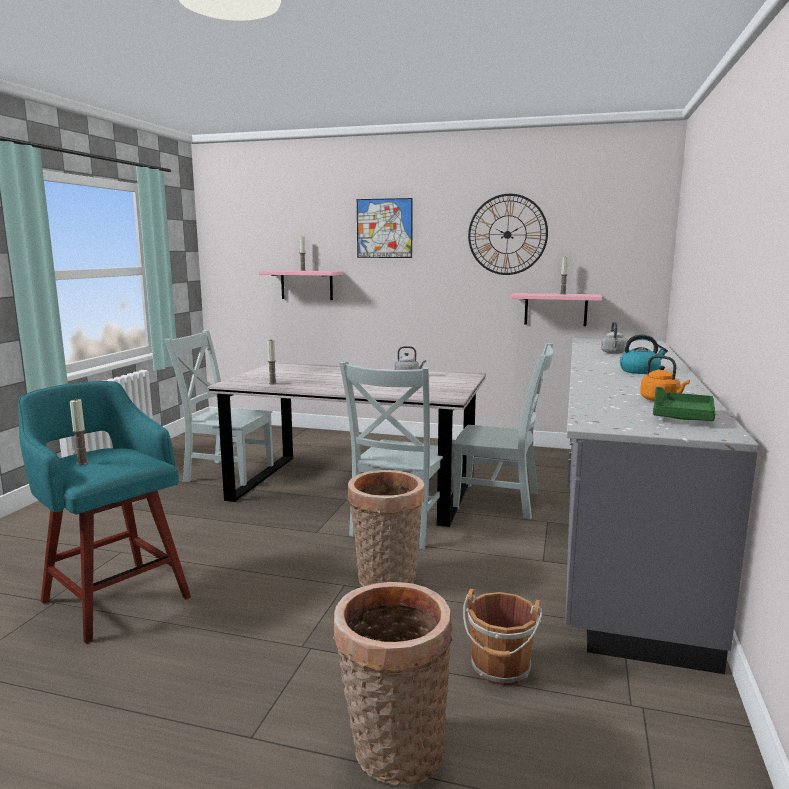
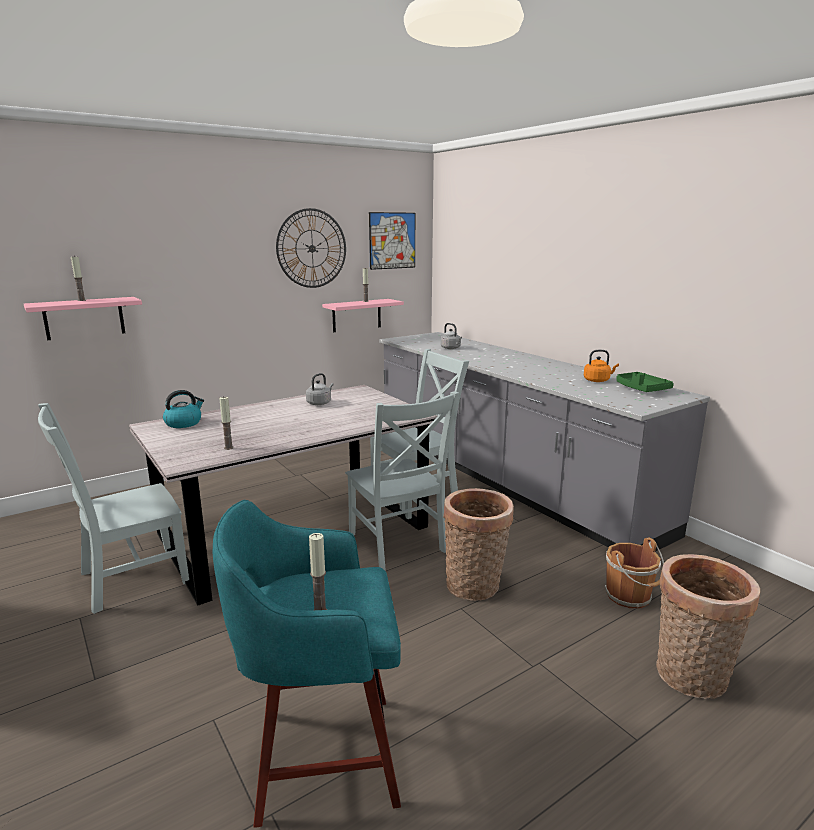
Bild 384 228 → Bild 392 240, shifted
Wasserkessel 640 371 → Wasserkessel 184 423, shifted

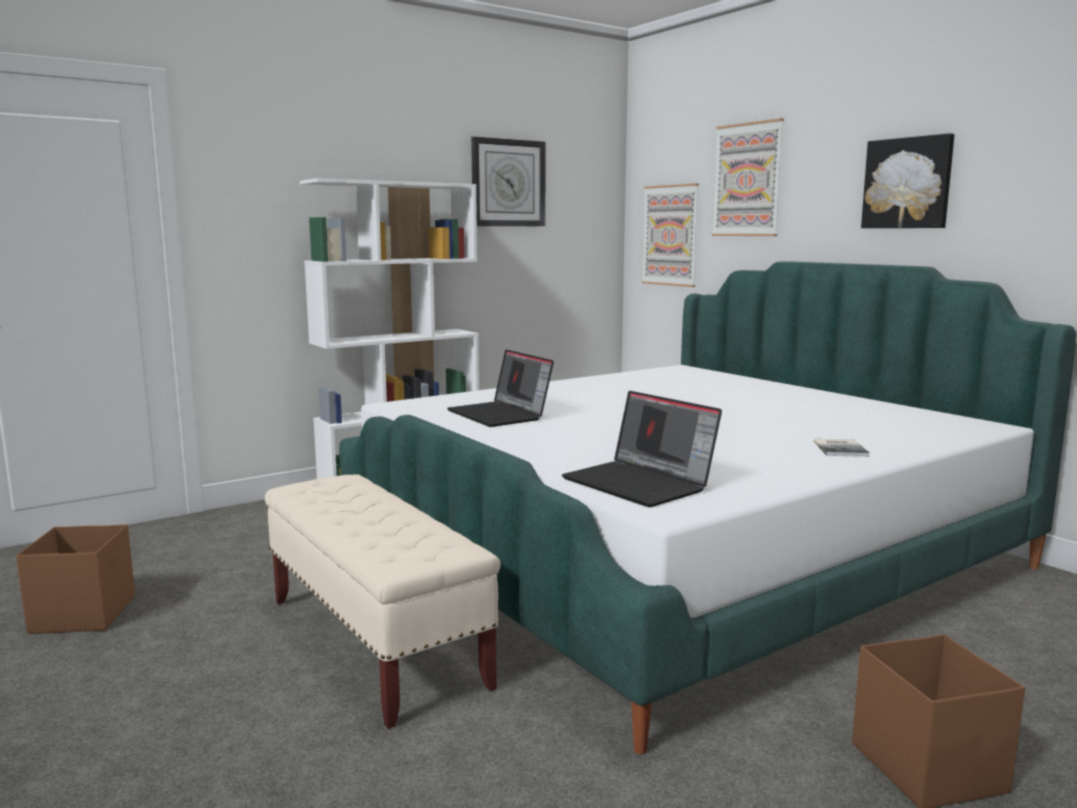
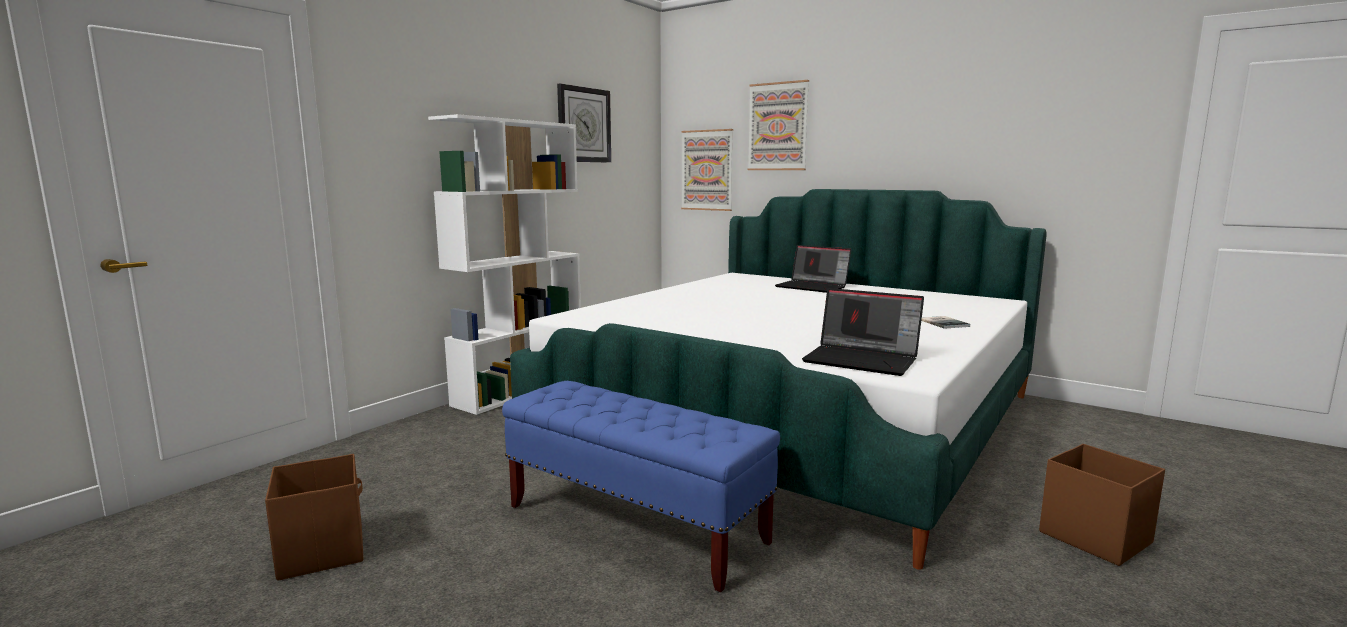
Bild 908 183 → -
Laptop 501 415 → Laptop 813 287, shifted
Bank/beige 375 642 → Bank/blau 635 525

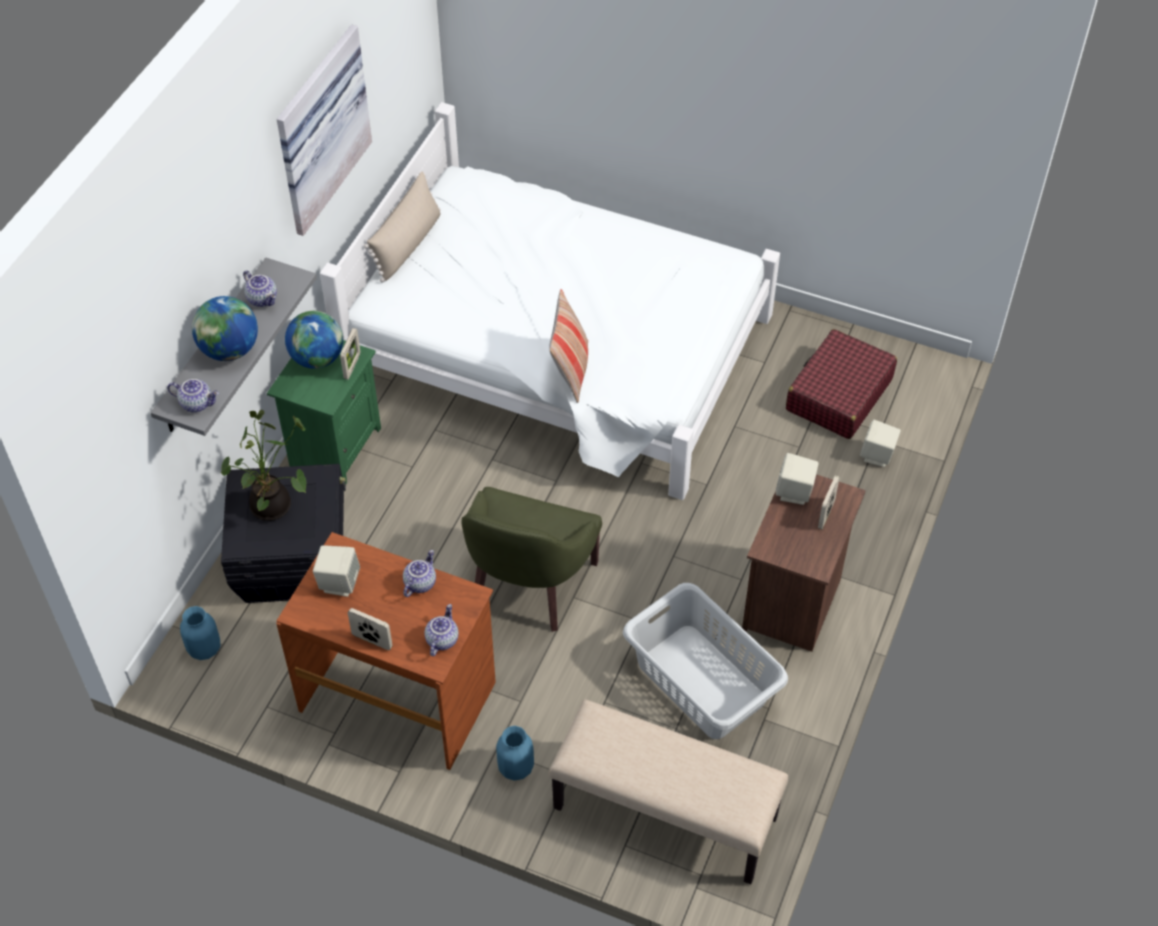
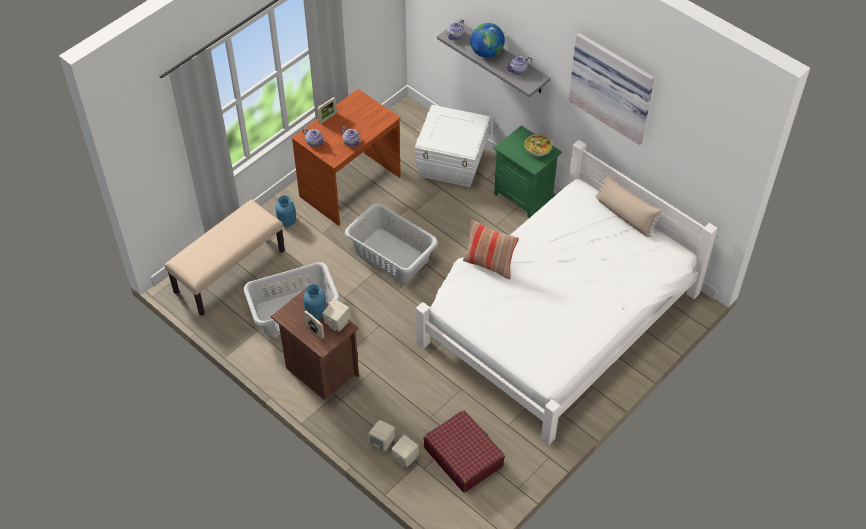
Globus 317 358 → Schüssel 538 149
Bilderrahmen 352 366 → -
Topfpflanze 274 507 → -
Aufbewahrungsbox/schwarz 294 561 → Aufbewahrungsbox/weiß 452 164
Sessel/grün 527 585 → Wäschekorb/grau 392 255
Lautsprecher/beige 339 582 → Lautsprecher/beige 382 442, shifted
Vase/blau 204 648 → Vase/blau 316 312, shifted

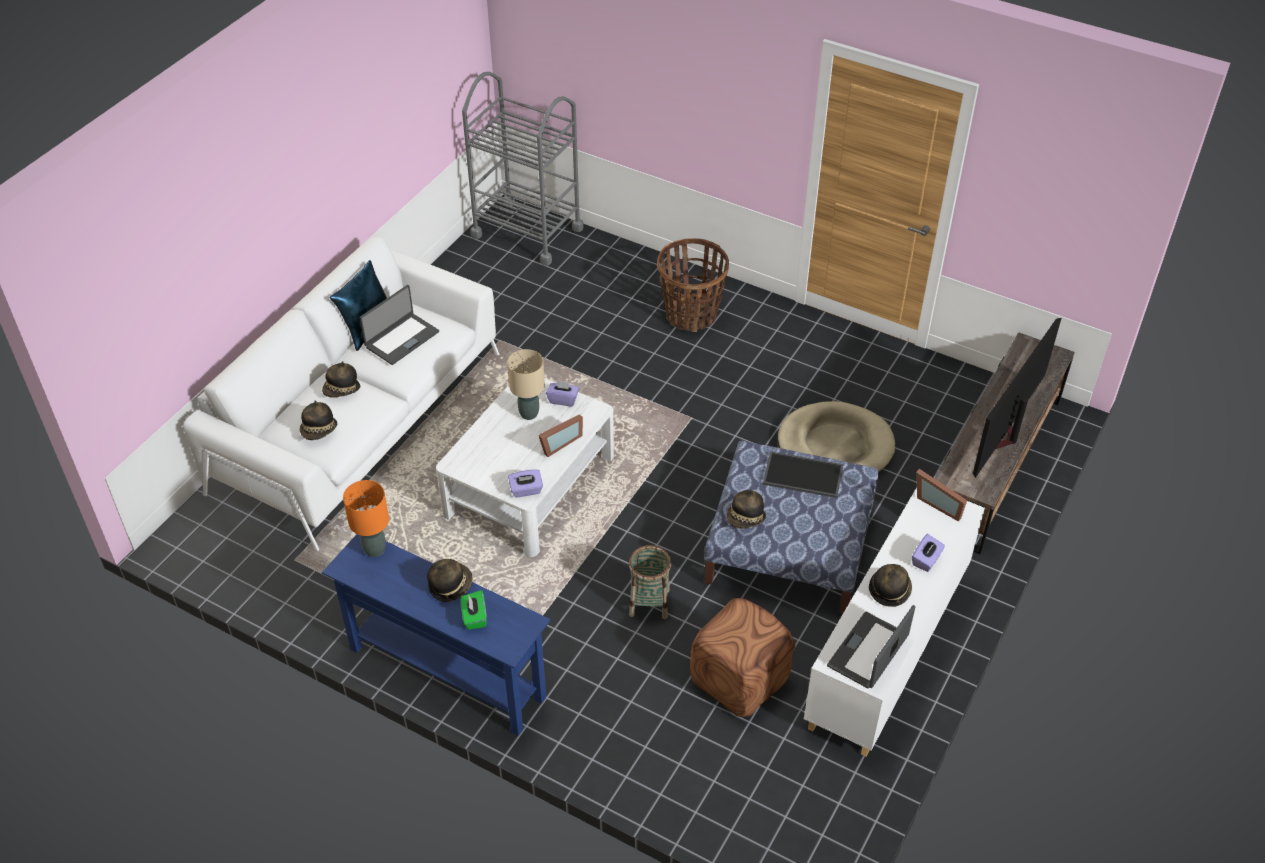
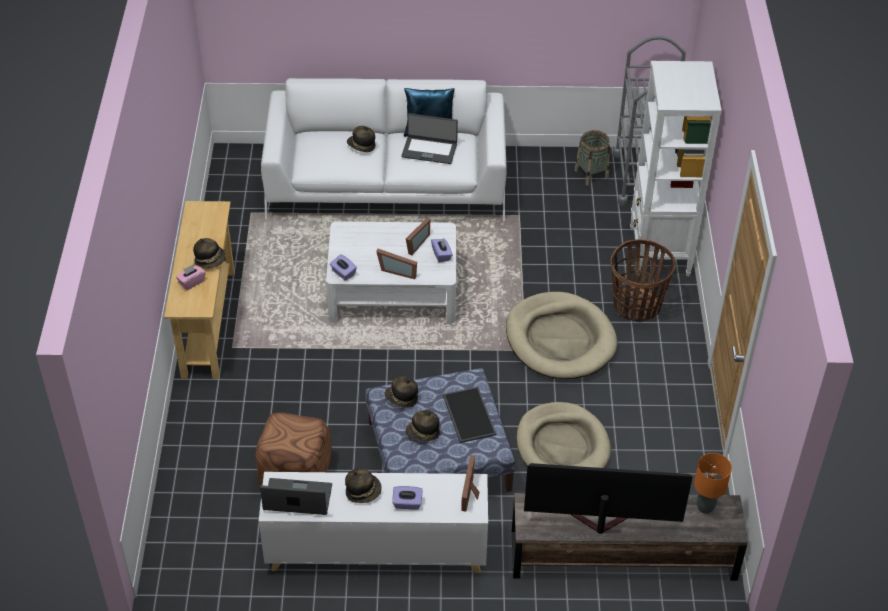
Tischlampe/beige 528 413 → Bilderrahmen 415 244
Hut 319 431 → Hut 423 433, shifted
Tischlampe/orange 374 549 → Tischlampe/orange 705 507, shifted
Konsolentisch/blau 446 673 → Konsolentisch/beige 208 323
Korb 649 602 → Korb 591 174, shifted
Taschentuchbox/grün 474 617 → Taschentuchbox/rosa 191 282
- → Bücherregal/weiß 659 252
- → Hundebett/beige 560 339

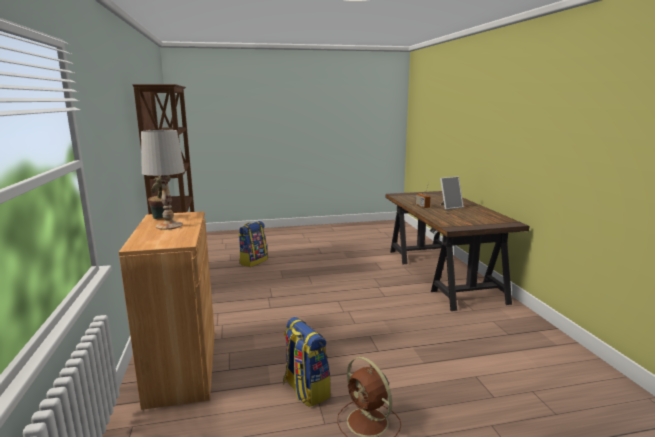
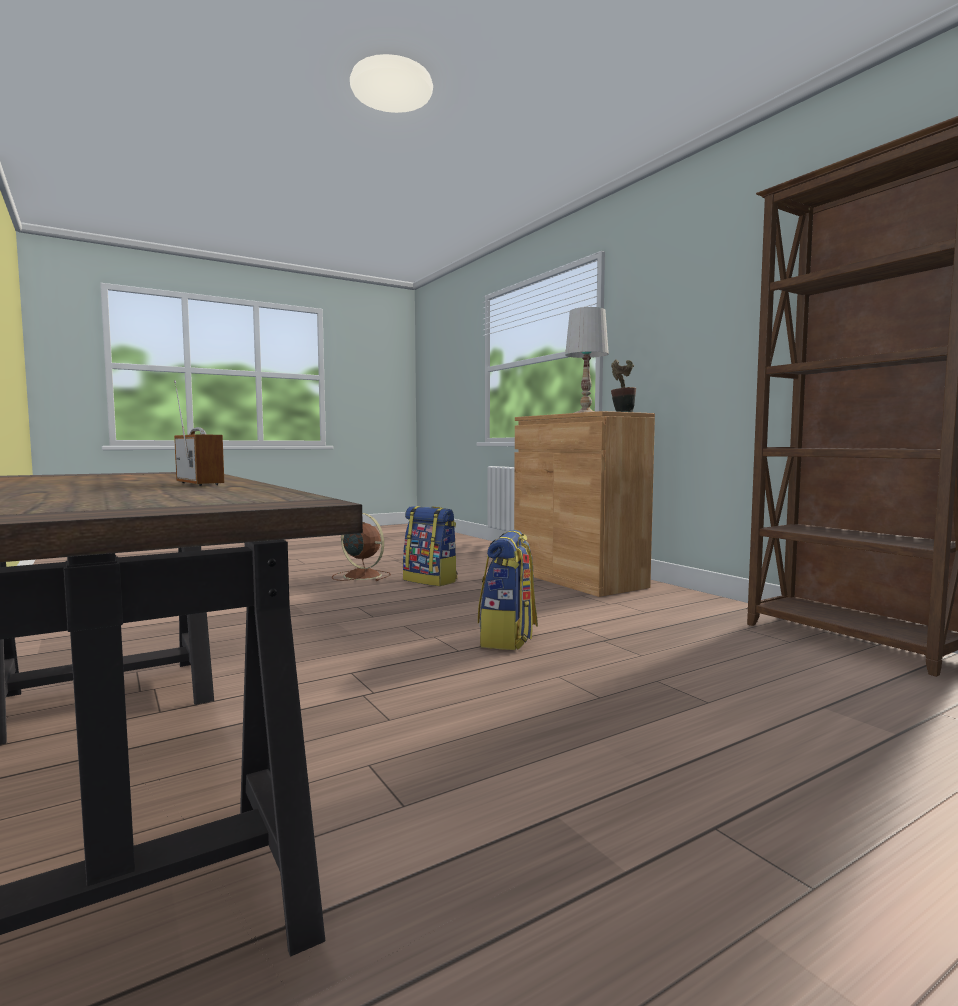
Bilderrahmen 450 207 → -
Rucksack 253 261 → Rucksack 508 639, shifted

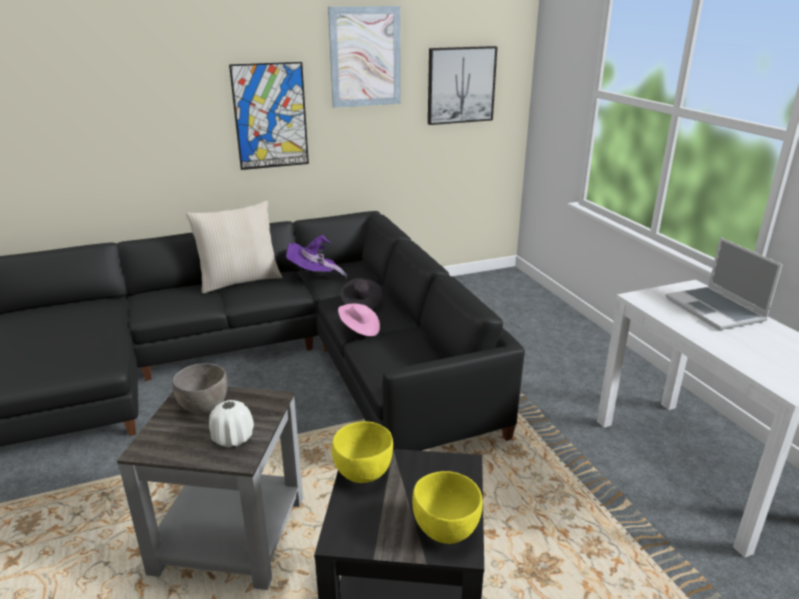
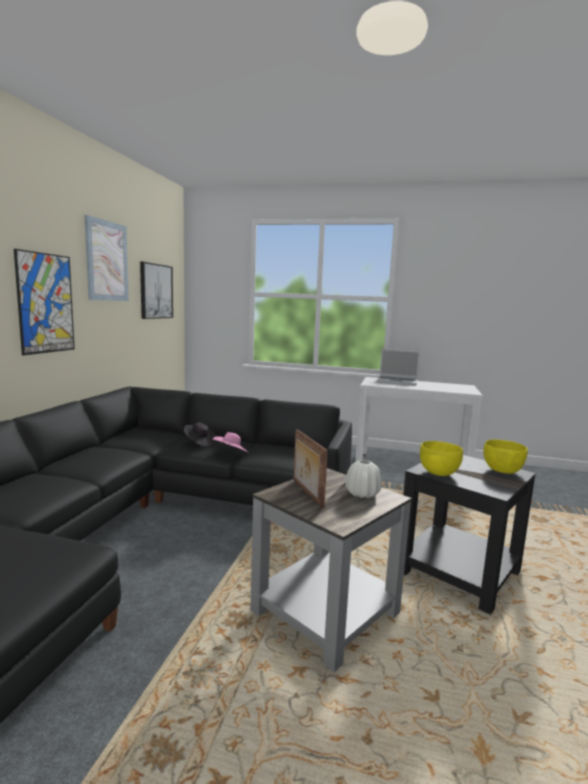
Kissen/beige 239 281 → -
Hut/lila 314 277 → -
Schüssel/grau 204 407 → Bilderrahmen 306 493

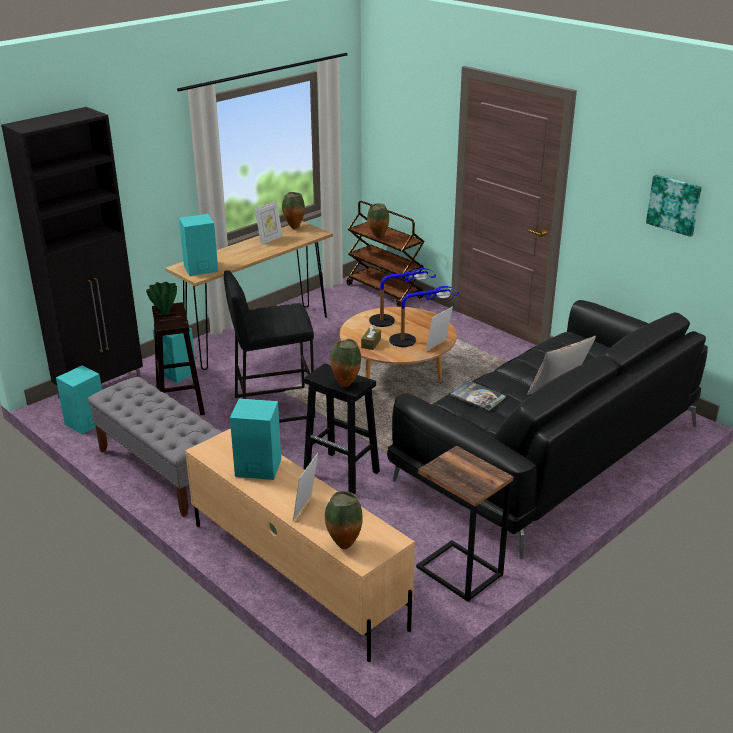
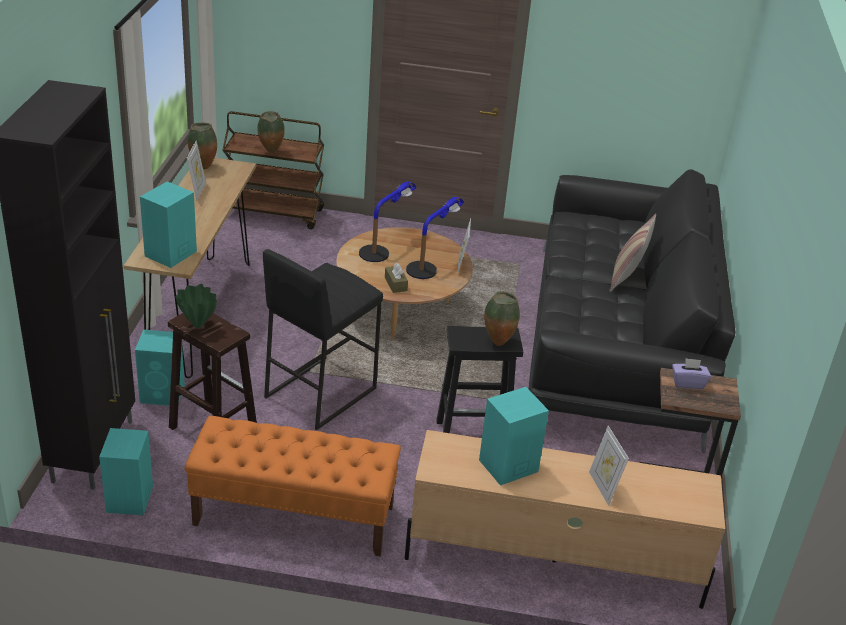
Bild 674 204 → -
Bank/grau 162 470 → Bank/orange 293 516
Buch 477 397 → -
Vase 343 545 → -
- → Taschentuchbox/lila 688 383

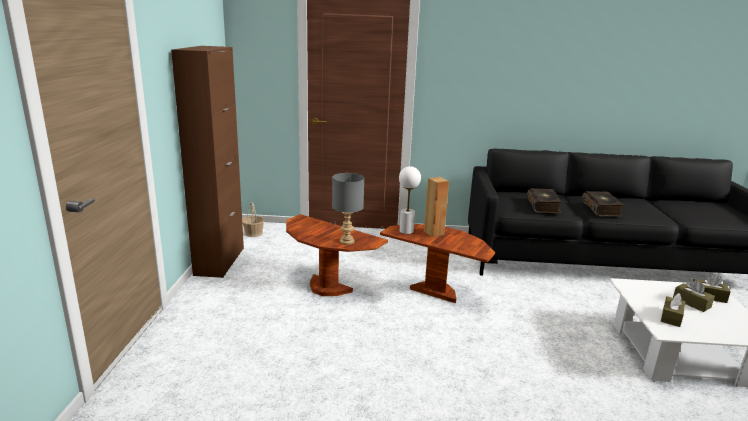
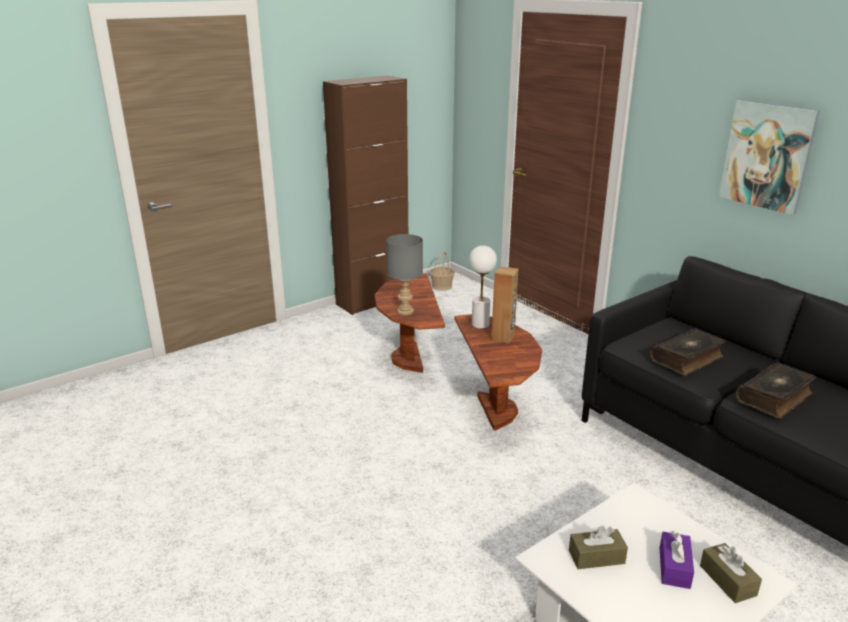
Taschentuchbox/braun 691 303 → Taschentuchbox/lila 674 567
- → Bild 767 156

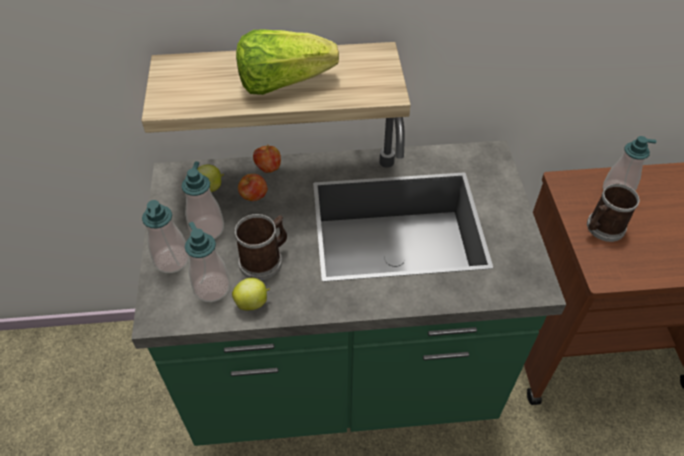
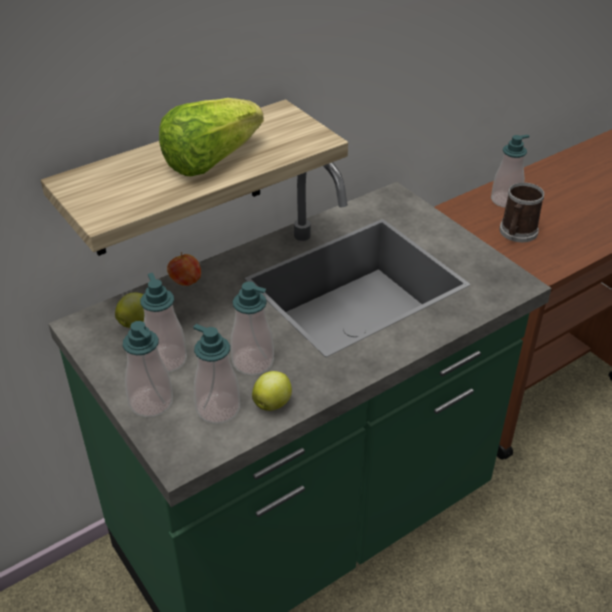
Apfel 254 197 → -
Henkelbecher 265 260 → Seifenspender 253 362

